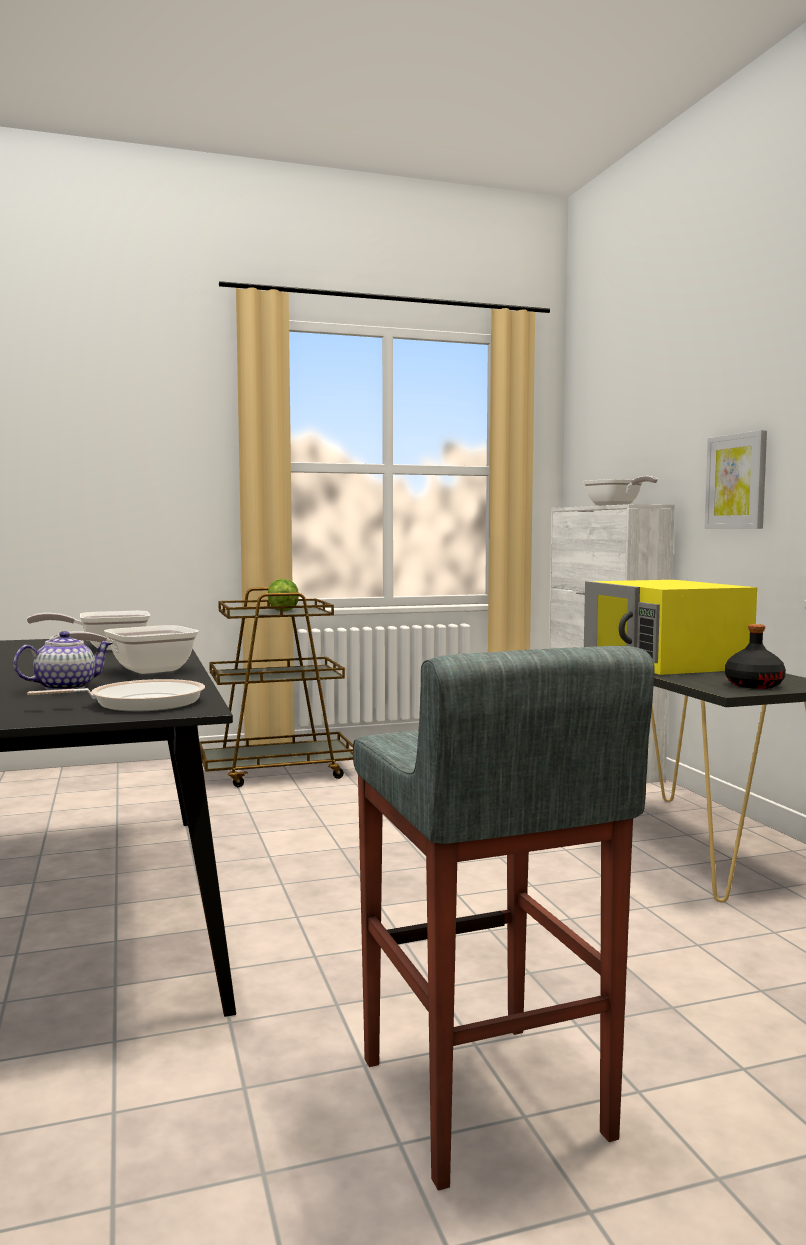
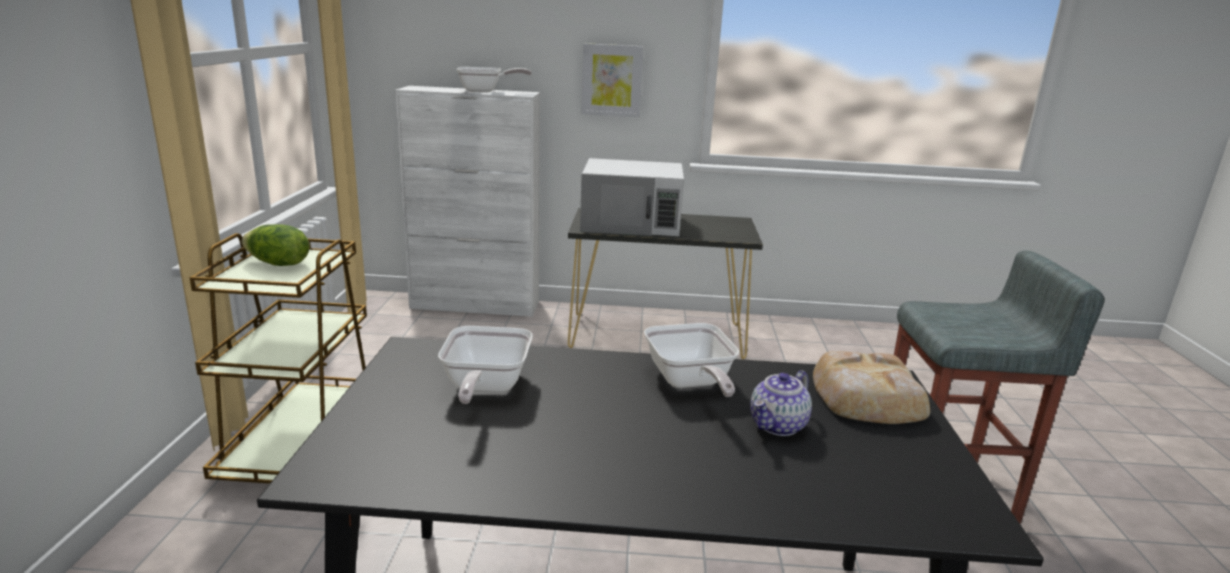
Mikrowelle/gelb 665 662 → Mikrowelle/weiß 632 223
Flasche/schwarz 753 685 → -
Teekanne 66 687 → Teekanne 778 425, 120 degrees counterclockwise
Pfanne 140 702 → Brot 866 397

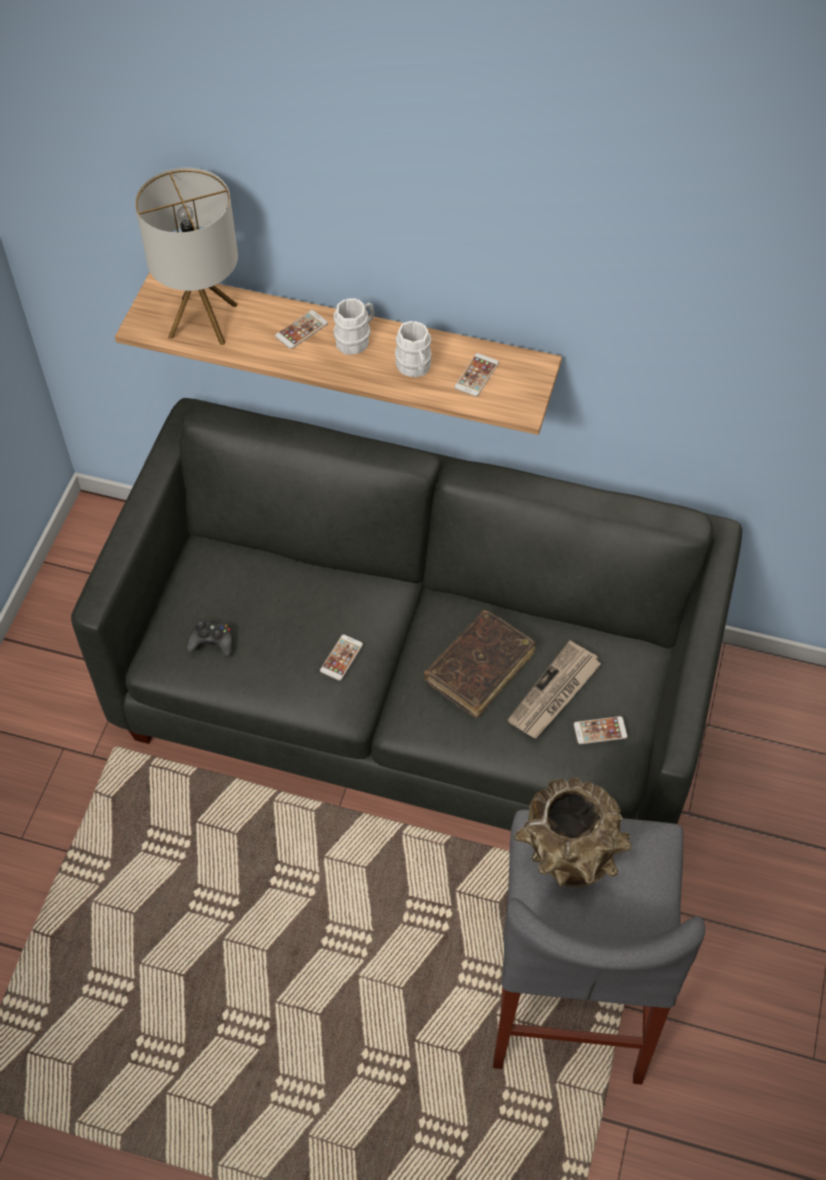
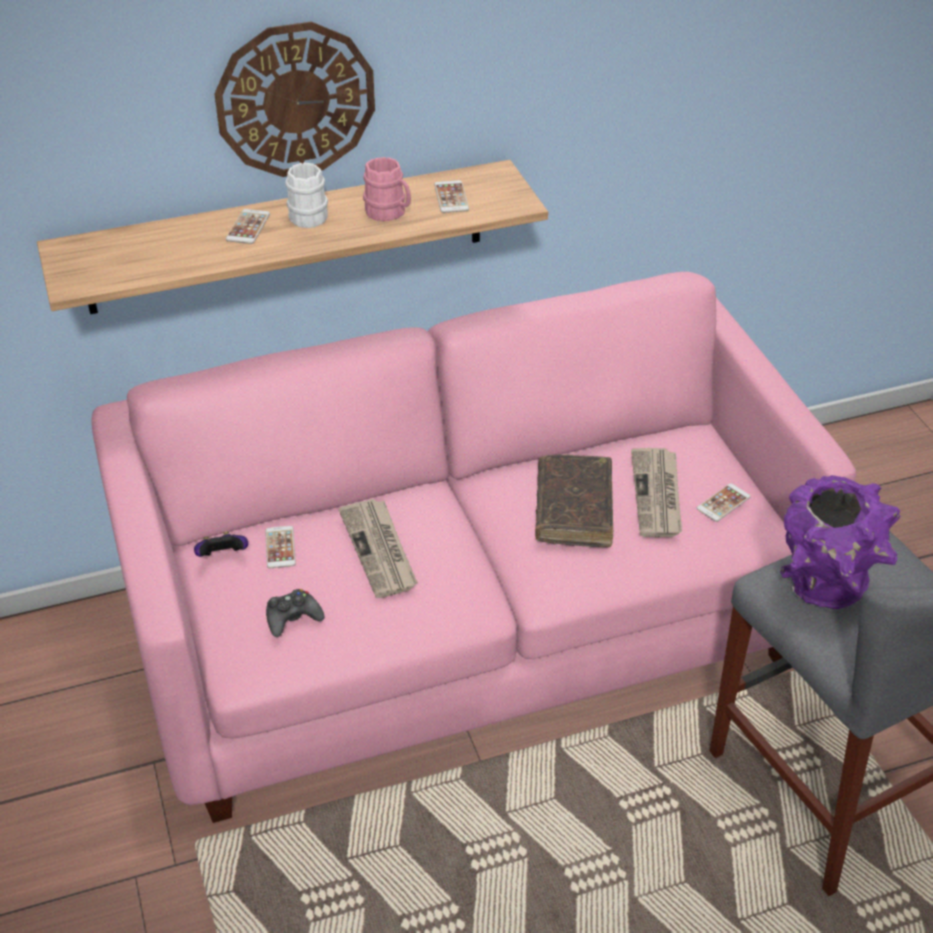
Tischlampe 202 320 → -
Henkelbecher/weiß 415 368 → Henkelbecher/rosa 389 213
Sofa/grau 415 695 → Sofa/rosa 468 629
Handy 341 657 → Handy 280 547, shifted
Vase/braun 568 862 → Vase/lila 825 591
- → Wanduhr 295 100
- → Zeitung 380 550
- → Gamepad 223 557

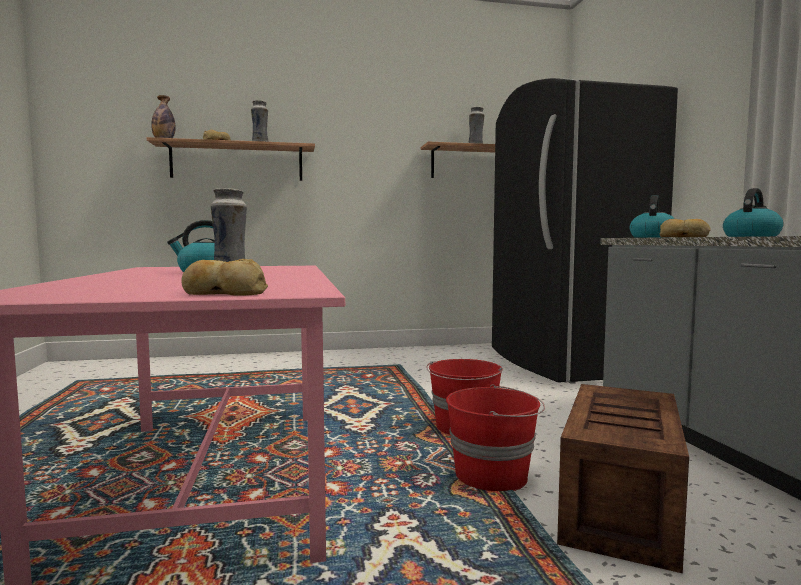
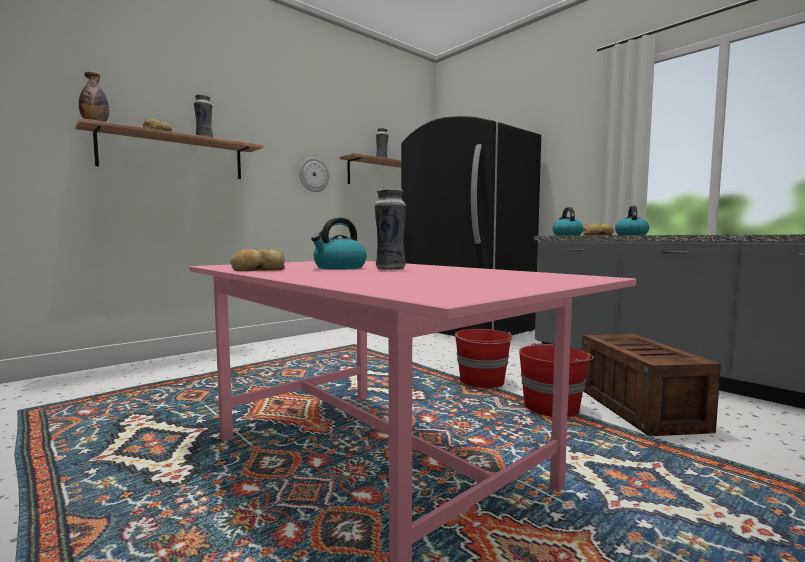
Brot 224 293 → Brot 258 270, shifted
- → Wanduhr 313 174

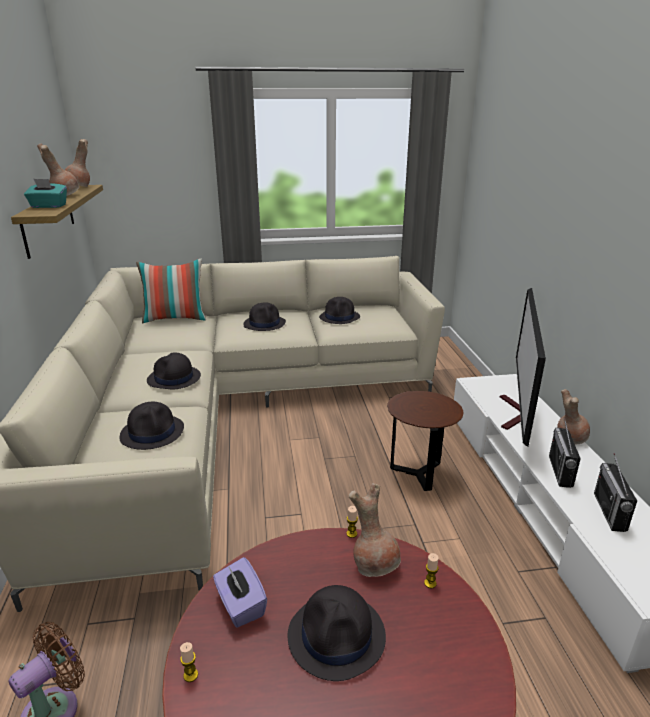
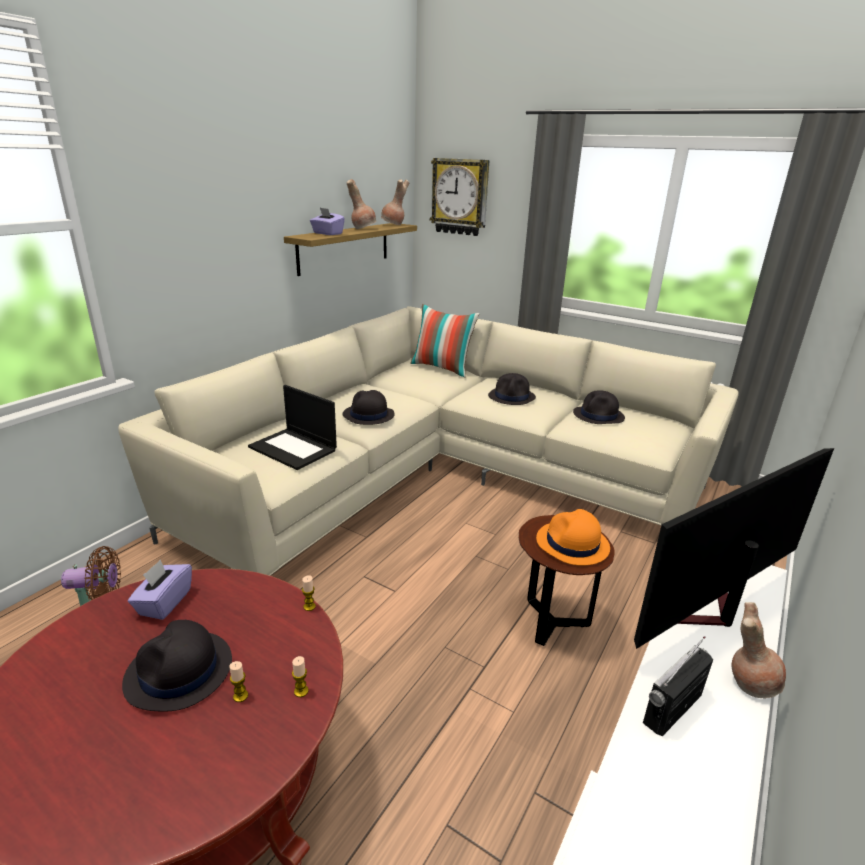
Taschentuchbox/türkis 48 206 → Taschentuchbox/lila 327 233
Hut/schwarz 153 432 → Laptop 294 449
Radio 609 512 → -
Vase/braun 375 565 → -
Kerze 190 675 → Kerze 240 696, shifted
- → Wanduhr 460 197
- → Hut/orange 572 544

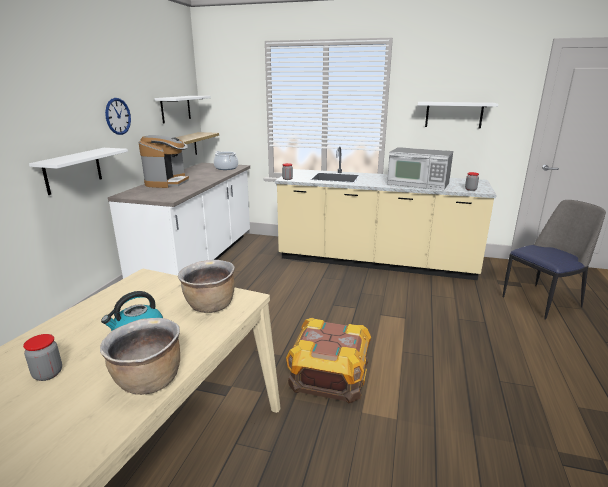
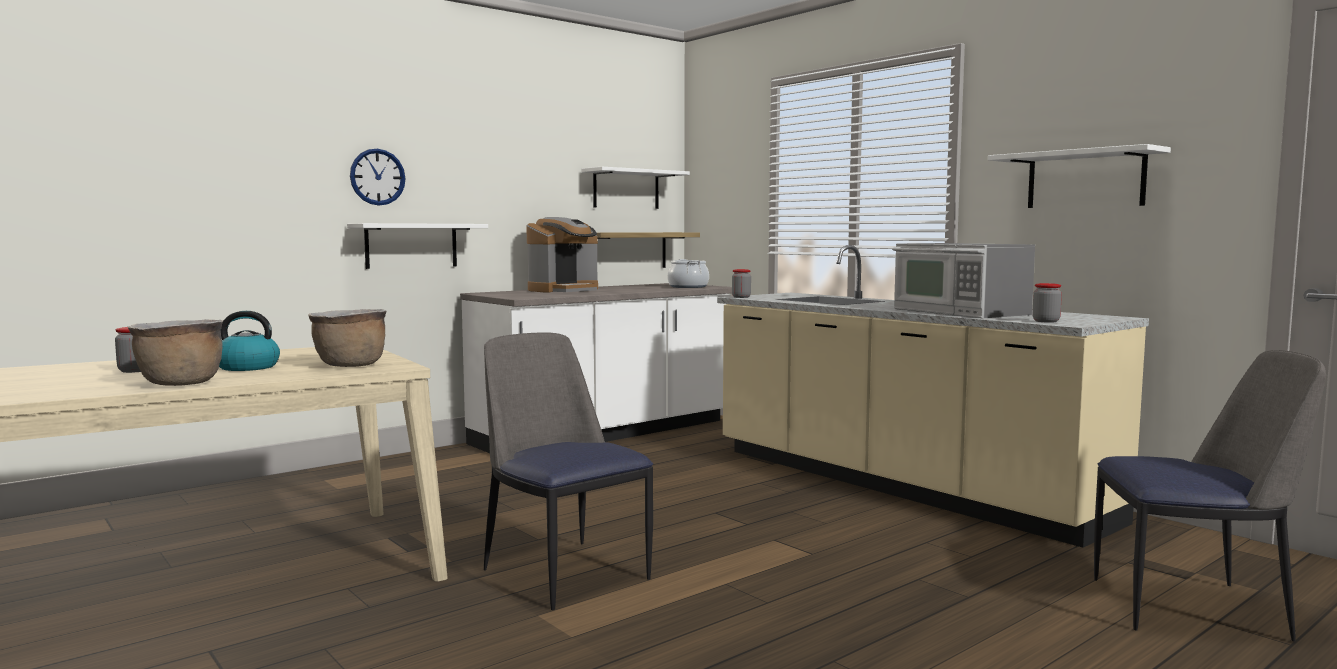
Wanduhr 118 116 → Wanduhr 377 177, shifted
Kiste 329 375 → Stuhl 564 572

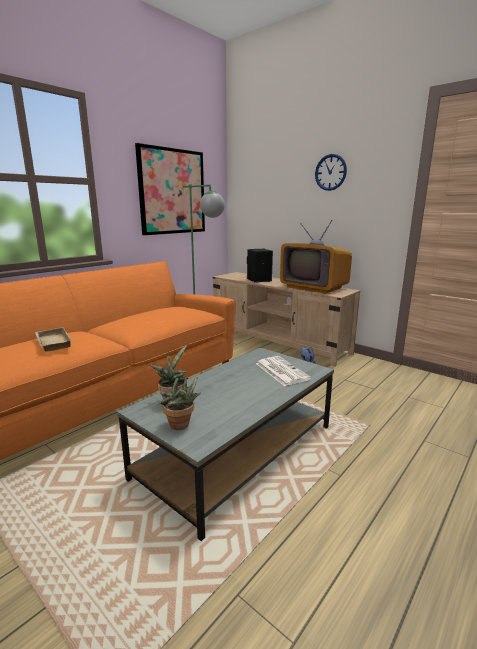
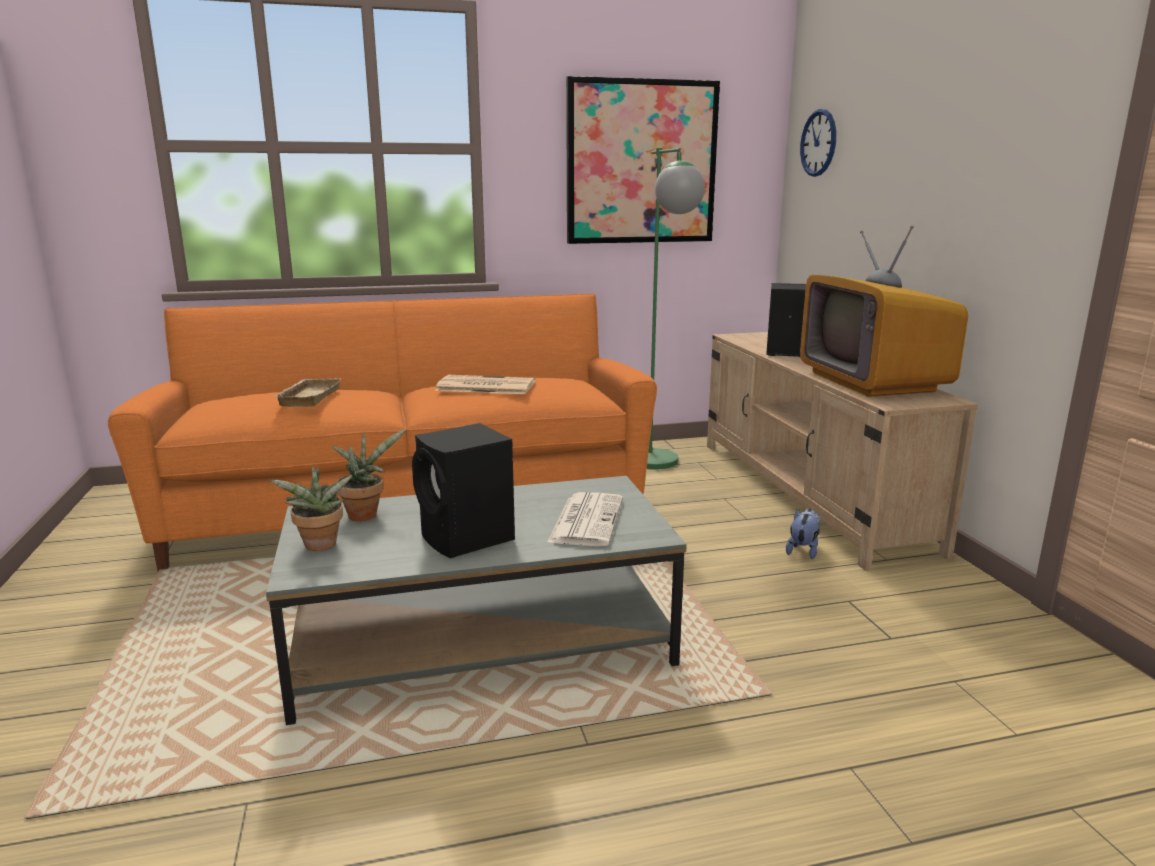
Wanduhr 330 172 → Wanduhr 818 143, shifted
- → Zeitung 484 386
- → Lautsprecher/schwarz 468 539

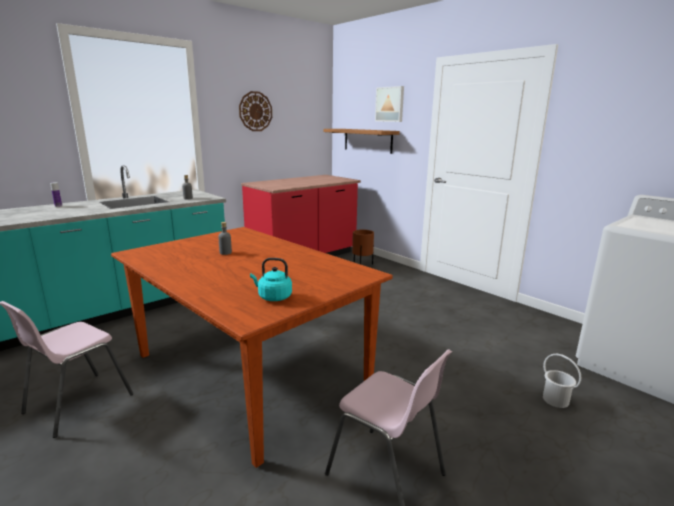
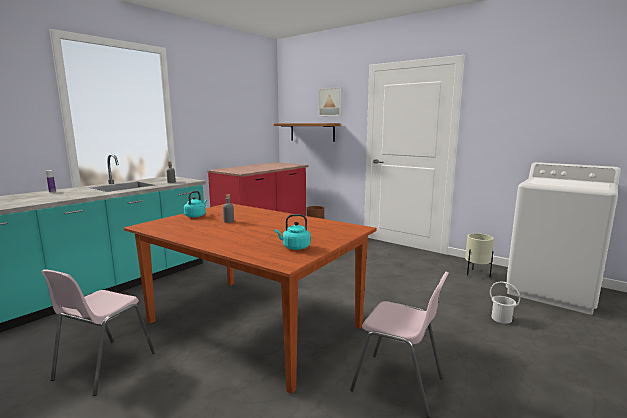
Wanduhr 255 111 → -
- → Wasserkessel/türkis 196 216
- → Pflanzkübel/beige 476 274

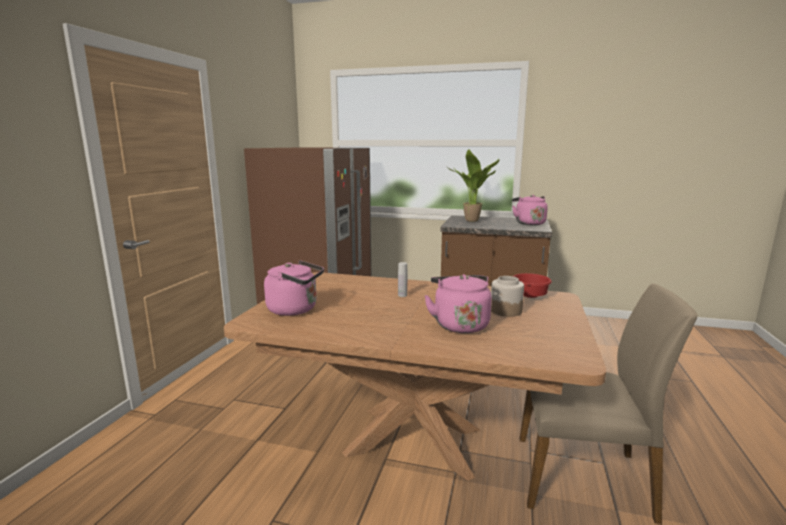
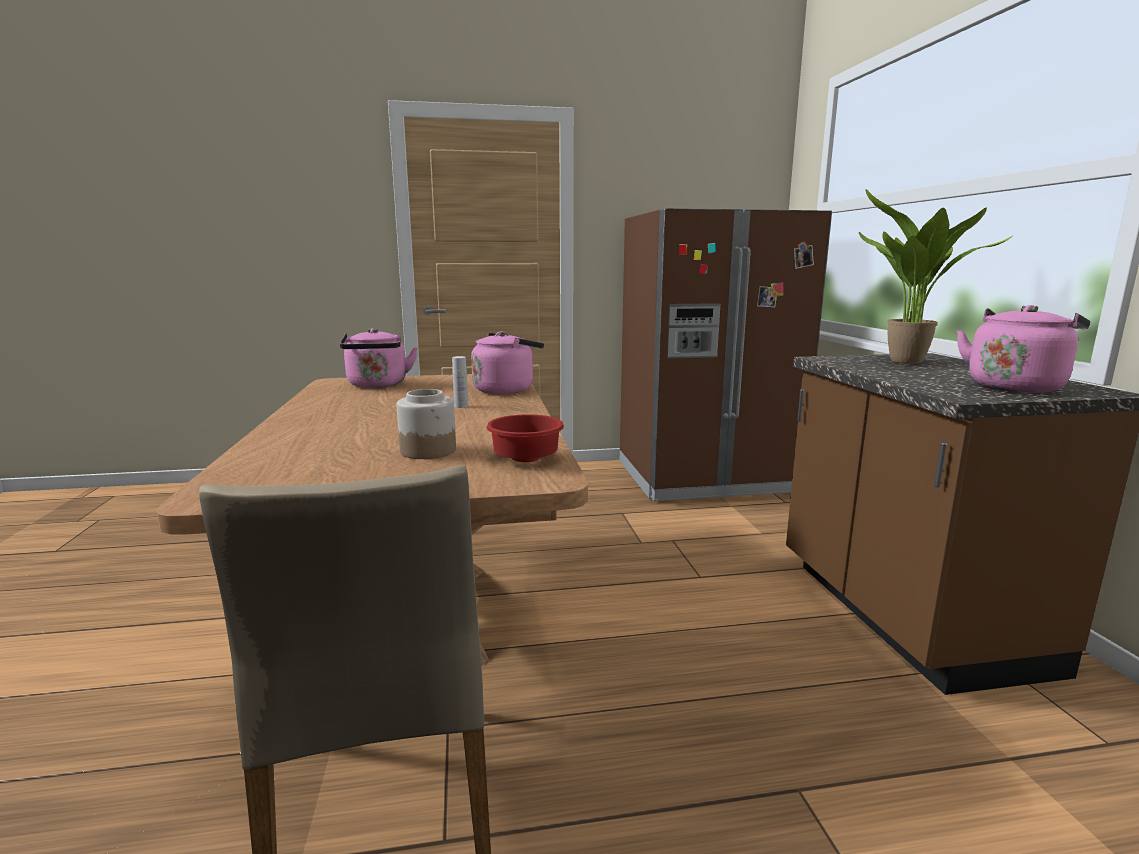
Wasserkessel/rosa 459 324 → Wasserkessel/rosa 506 390, shifted

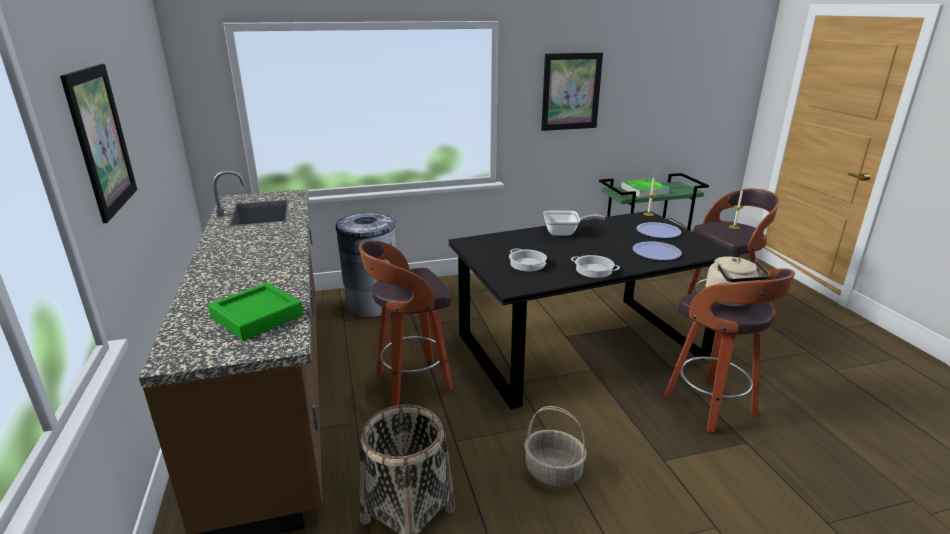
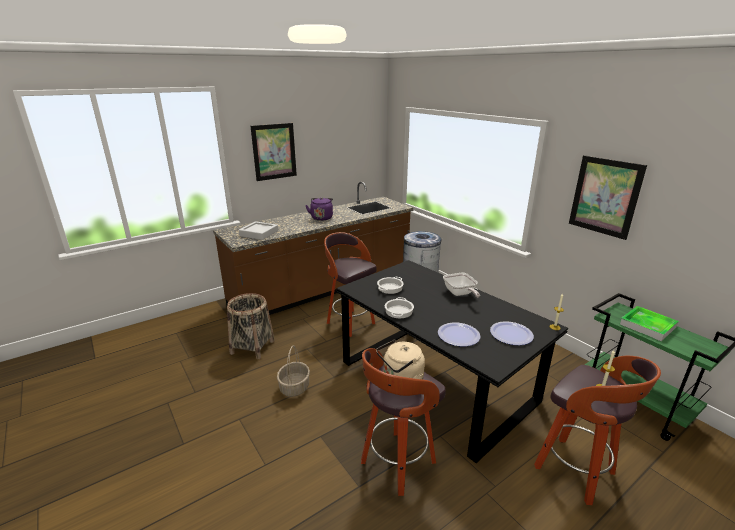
Tablett/grün 257 316 → Tablett/grau 259 233
- → Wasserkessel/lila 321 217

